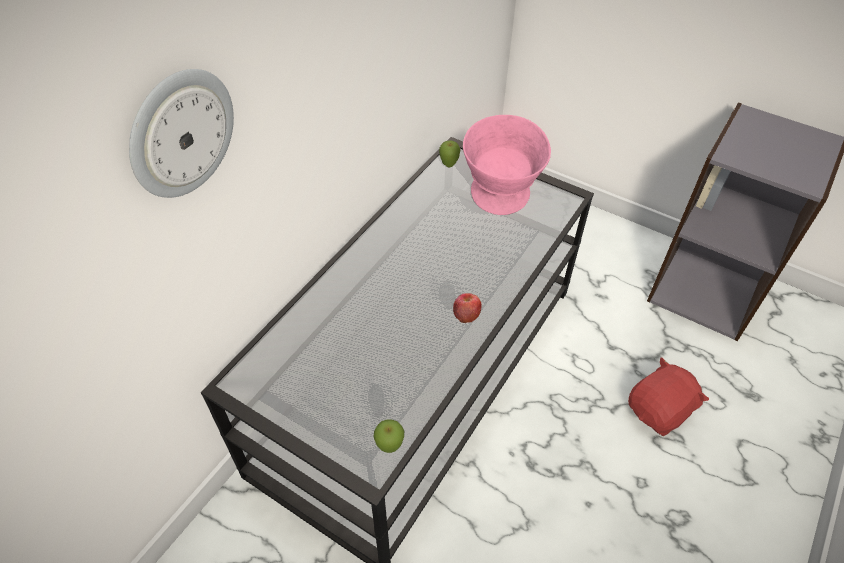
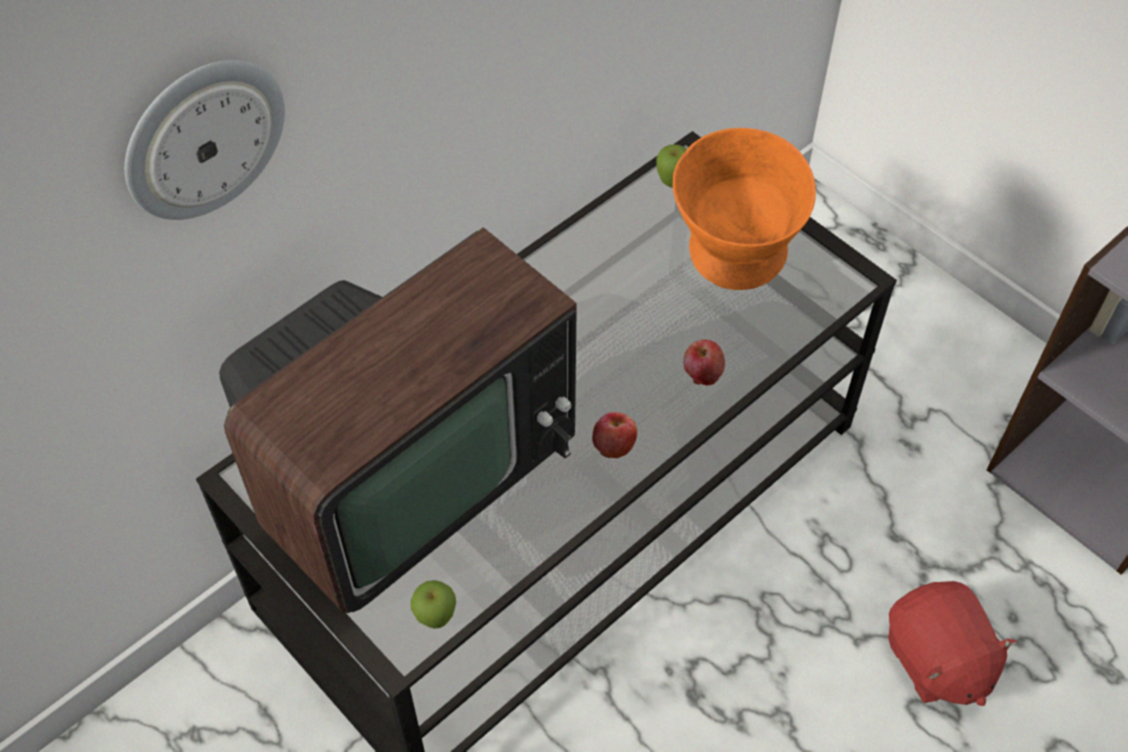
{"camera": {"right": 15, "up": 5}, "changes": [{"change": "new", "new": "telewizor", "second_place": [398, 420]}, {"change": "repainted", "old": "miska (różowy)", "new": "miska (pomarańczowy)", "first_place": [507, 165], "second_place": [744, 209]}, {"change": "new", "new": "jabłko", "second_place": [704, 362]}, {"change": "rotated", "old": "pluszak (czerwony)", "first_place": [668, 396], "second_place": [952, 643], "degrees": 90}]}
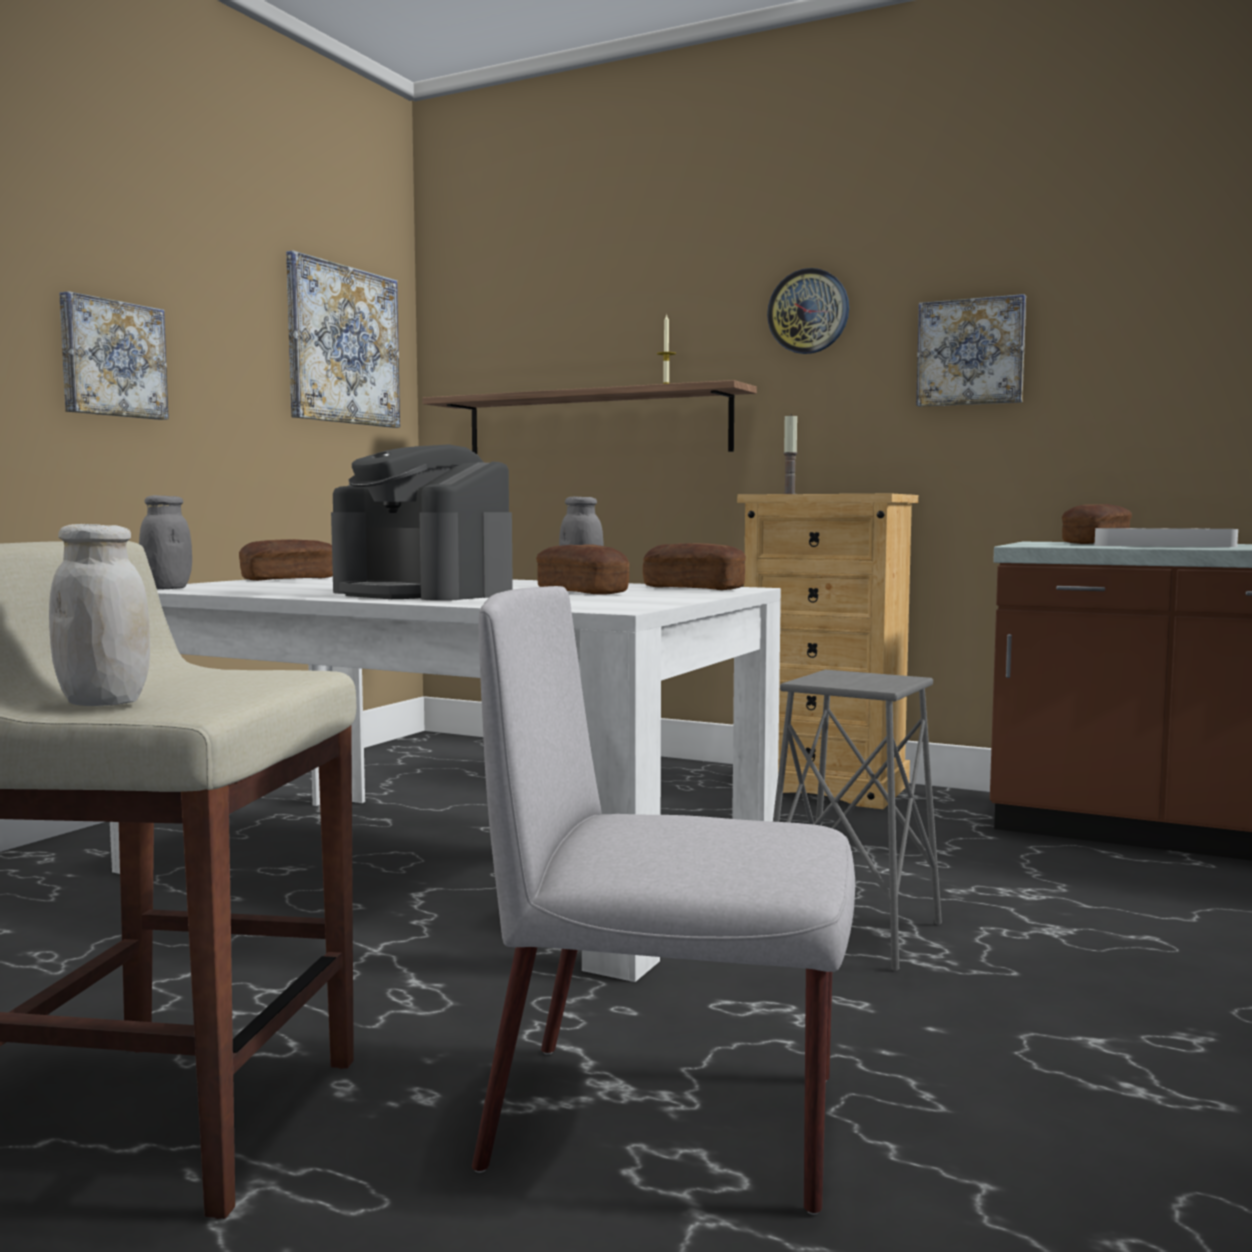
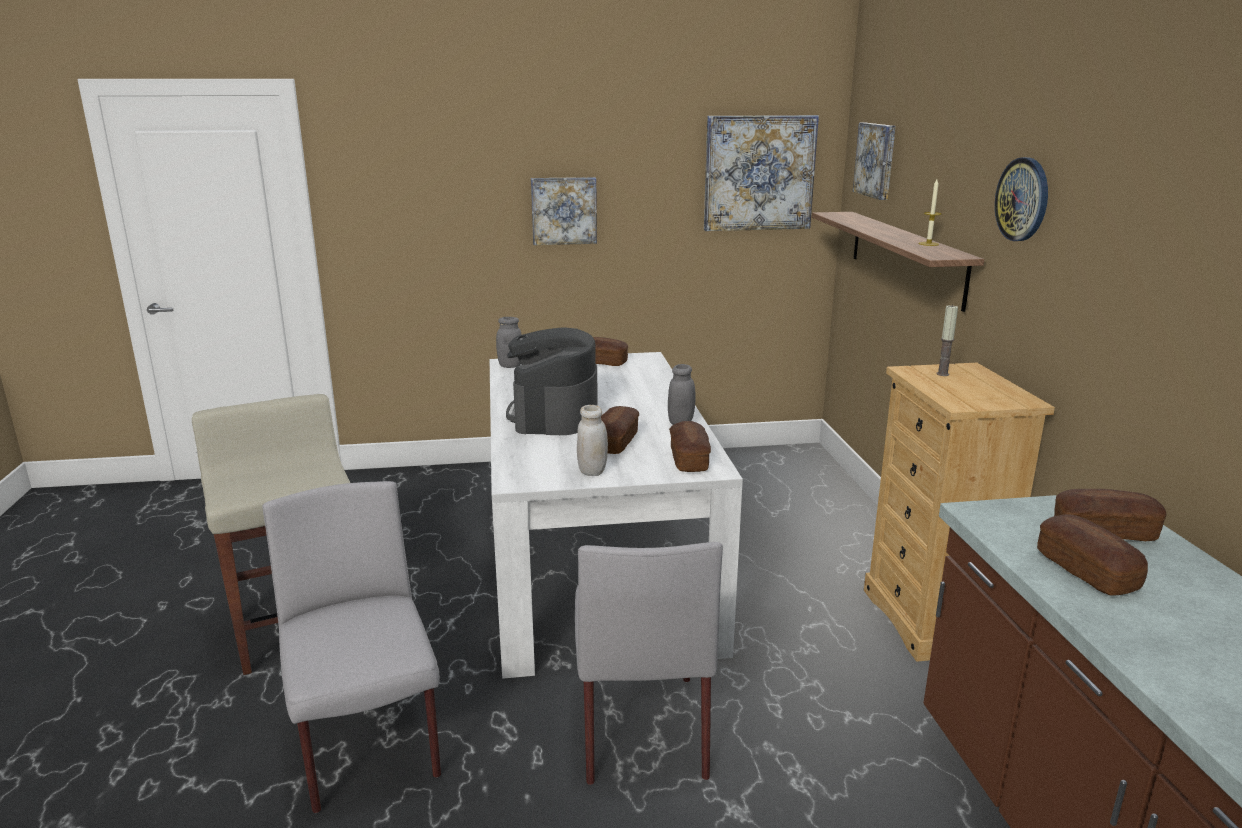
{"camera": {"right": 55, "up": 15}, "changes": [{"change": "swapped", "old": "stołek (szary)", "new": "krzesło (szary)", "first_place": [857, 820], "second_place": [649, 663]}, {"change": "shifted", "old": "słoik (biały)", "first_place": [99, 615], "second_place": [592, 440]}, {"change": "shifted", "old": "obraz", "first_place": [971, 350], "second_place": [874, 161]}, {"change": "swapped", "old": "taca (biały)", "new": "chleb", "first_place": [1166, 537], "second_place": [1092, 555]}]}
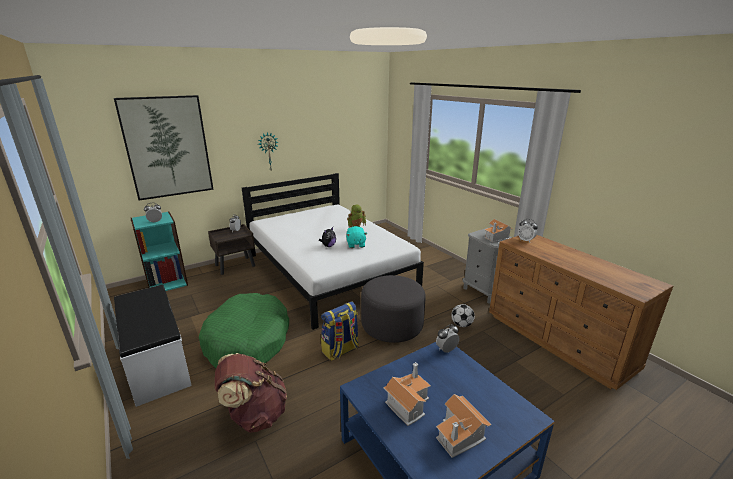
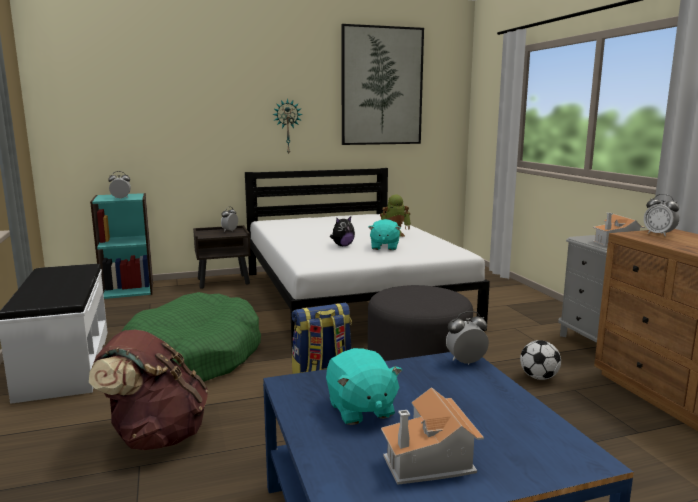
{"camera": {"right": 15, "up": -10}, "changes": [{"change": "swapped", "old": "domek", "new": "pluszak (turkusowy)", "first_place": [407, 394], "second_place": [364, 386]}, {"change": "shifted", "old": "obraz", "first_place": [164, 148], "second_place": [382, 84]}]}
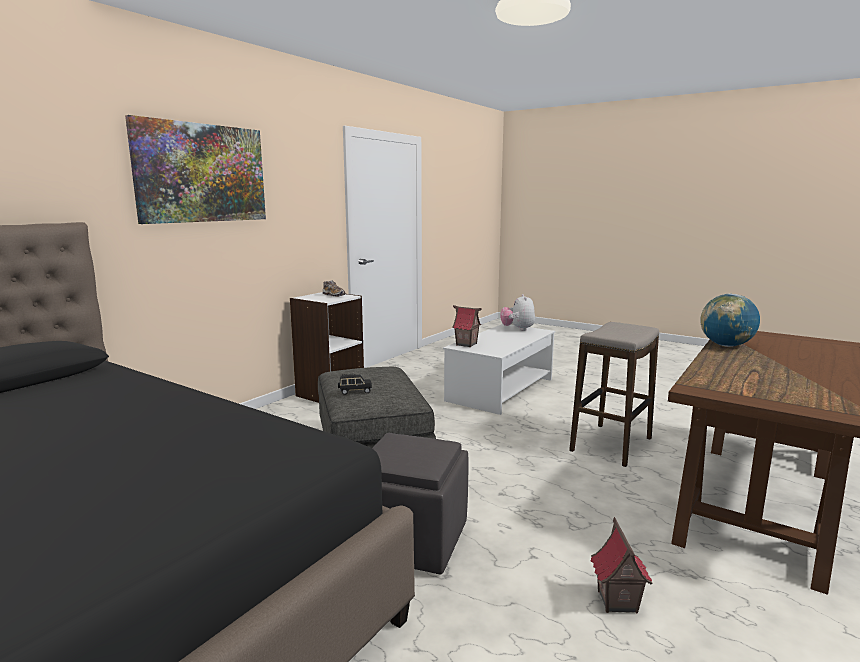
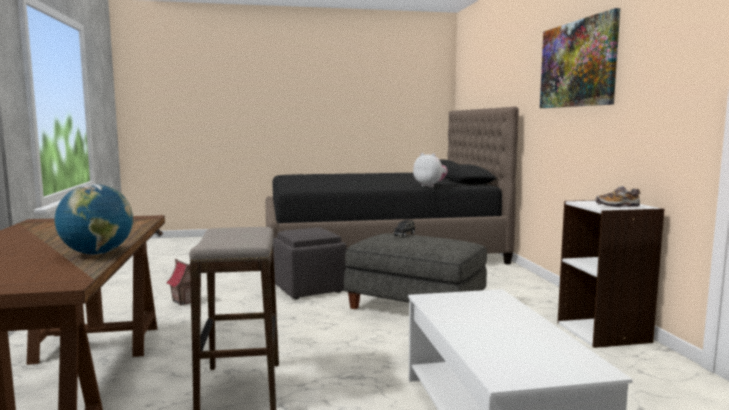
{"camera": {"right": 135, "up": -5}, "changes": [{"change": "shifted", "old": "pluszak", "first_place": [517, 312], "second_place": [430, 170]}, {"change": "gone", "old": "domek", "first_place": [467, 326]}]}
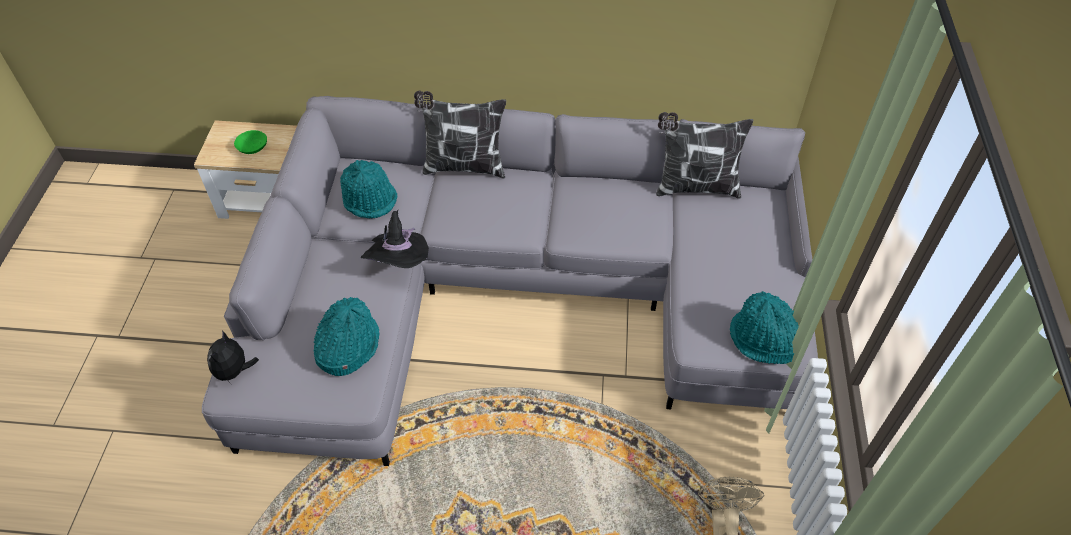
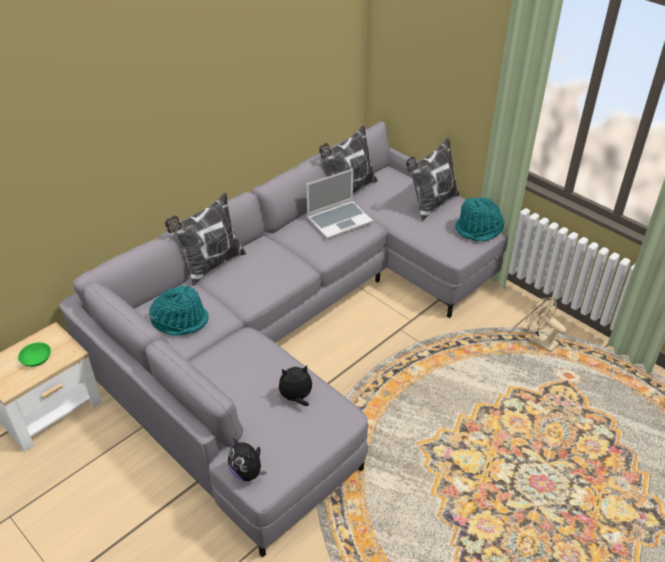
{"camera": {"right": -50, "up": -10}, "changes": [{"change": "swapped", "old": "kapelusz (turkusowy)", "new": "pluszak", "first_place": [347, 336], "second_place": [295, 385]}, {"change": "new", "new": "laptop", "second_place": [339, 204]}, {"change": "new", "new": "poduszka", "second_place": [432, 179]}, {"change": "gone", "old": "kapelusz (czarny)", "first_place": [395, 239]}]}
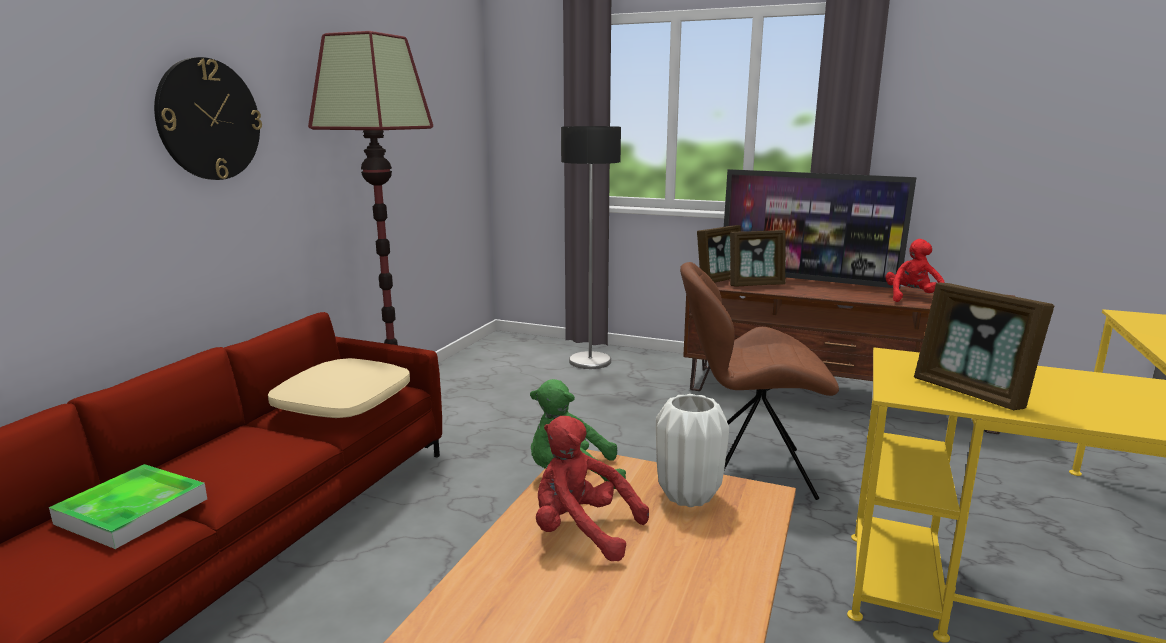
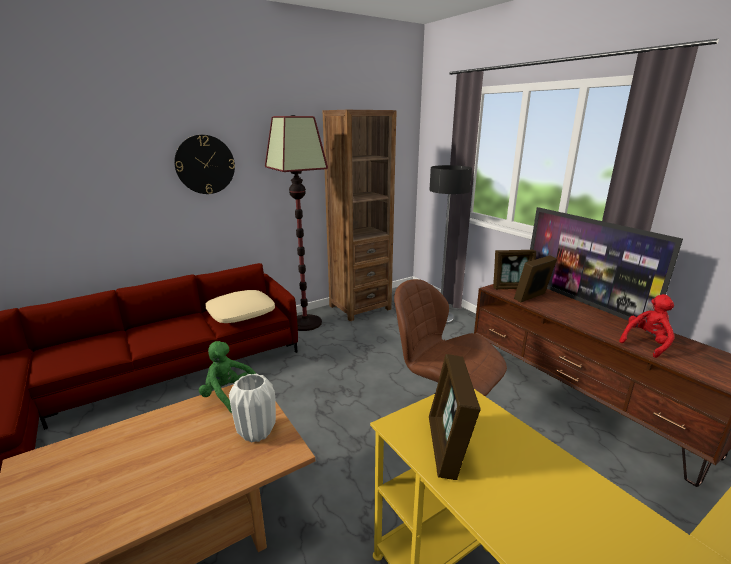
{"camera": {"right": 35, "up": 5}, "changes": [{"change": "new", "new": "regał (brązowy)", "second_place": [359, 215]}, {"change": "rotated", "old": "ramka na zdjęcie", "first_place": [758, 258], "second_place": [535, 278], "degrees": 120}, {"change": "gone", "old": "taca", "first_place": [128, 506]}, {"change": "gone", "old": "pluszak (czerwony)", "first_place": [592, 488]}]}
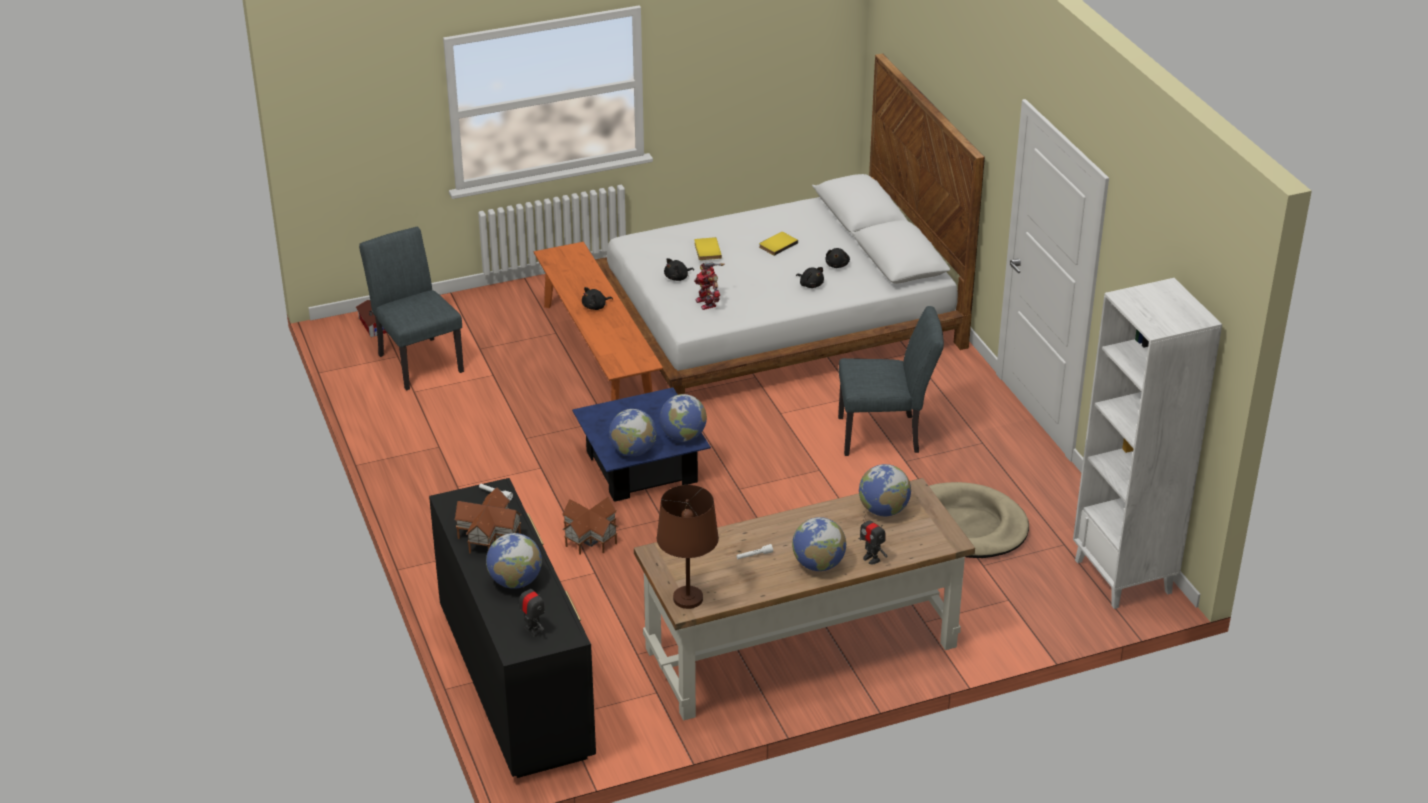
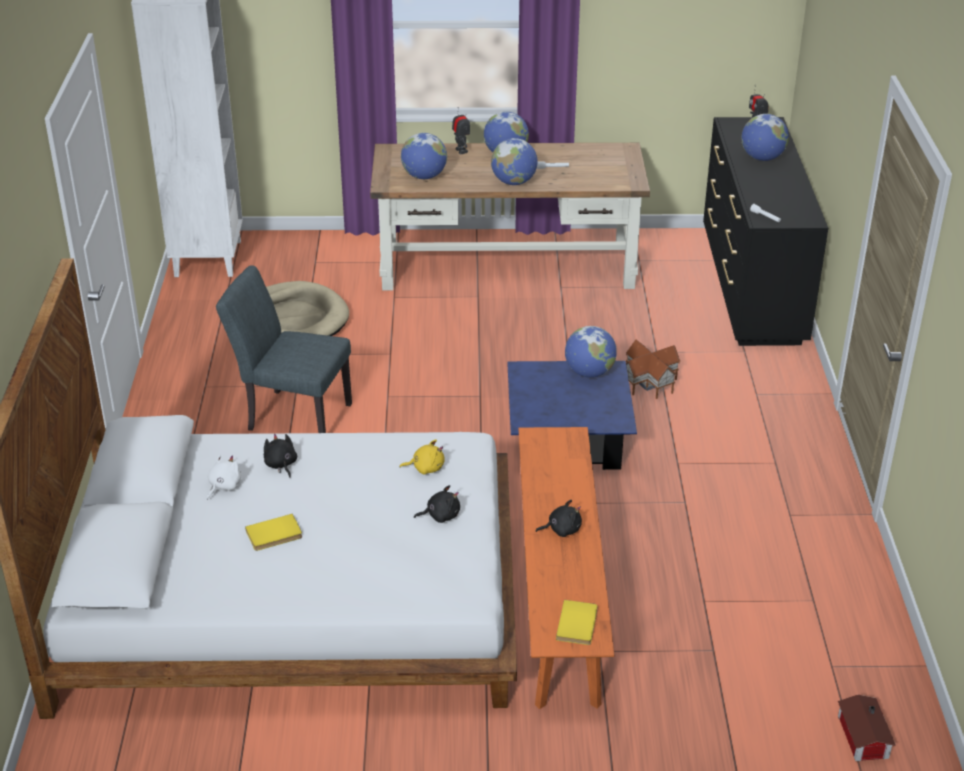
{"camera": {"right": -160, "up": 0}, "changes": [{"change": "repainted", "old": "pluszak (czarny)", "new": "pluszak (biały)", "first_place": [837, 258], "second_place": [224, 477]}, {"change": "swapped", "old": "robot zabawkowy", "new": "pluszak (żółty)", "first_place": [709, 286], "second_place": [422, 456]}, {"change": "shifted", "old": "globus", "first_place": [683, 417], "second_place": [514, 161]}, {"change": "shifted", "old": "książka (żółty)", "first_place": [708, 248], "second_place": [577, 622]}, {"change": "gone", "old": "krzesło (szary)", "first_place": [411, 309]}, {"change": "gone", "old": "domek", "first_place": [488, 520]}, {"change": "gone", "old": "lampa stołowa (brązowy)", "first_place": [688, 547]}]}
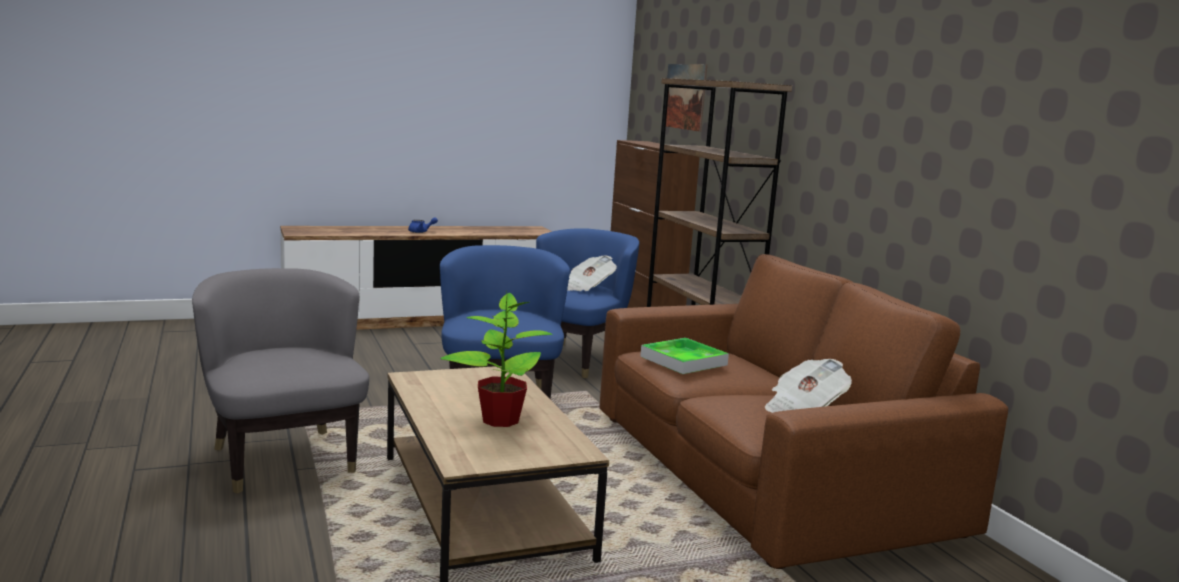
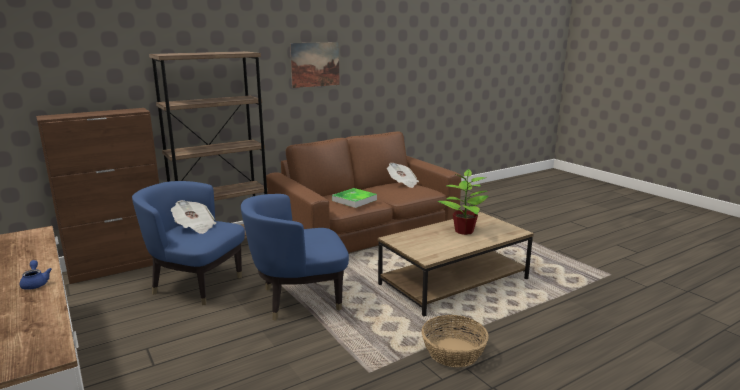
{"camera": {"right": -100, "up": 5}, "changes": [{"change": "shifted", "old": "obraz", "first_place": [686, 98], "second_place": [315, 65]}, {"change": "swapped", "old": "fotel (szary)", "new": "koszyk", "first_place": [280, 381], "second_place": [455, 341]}]}
